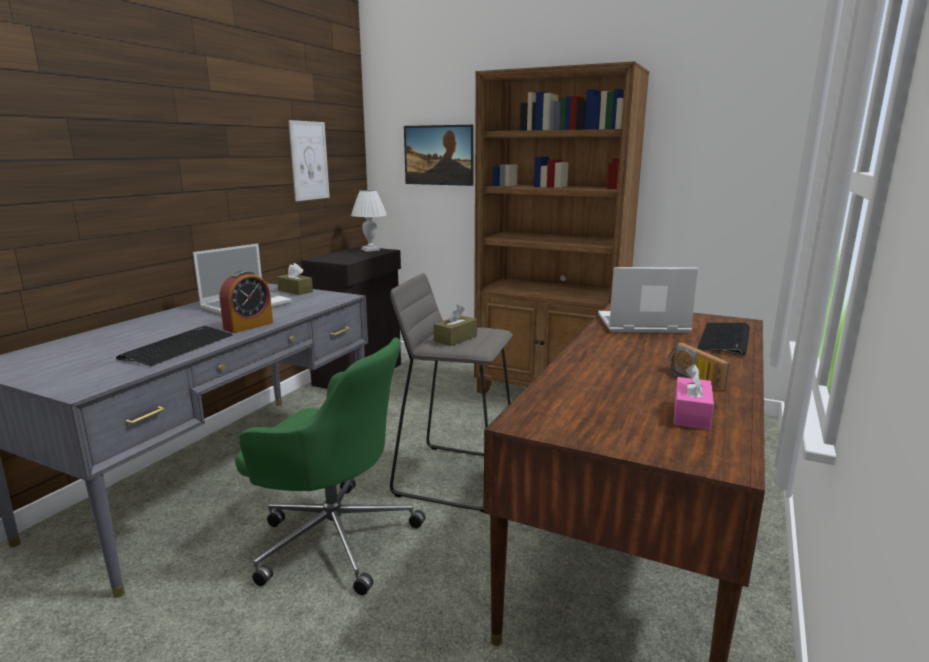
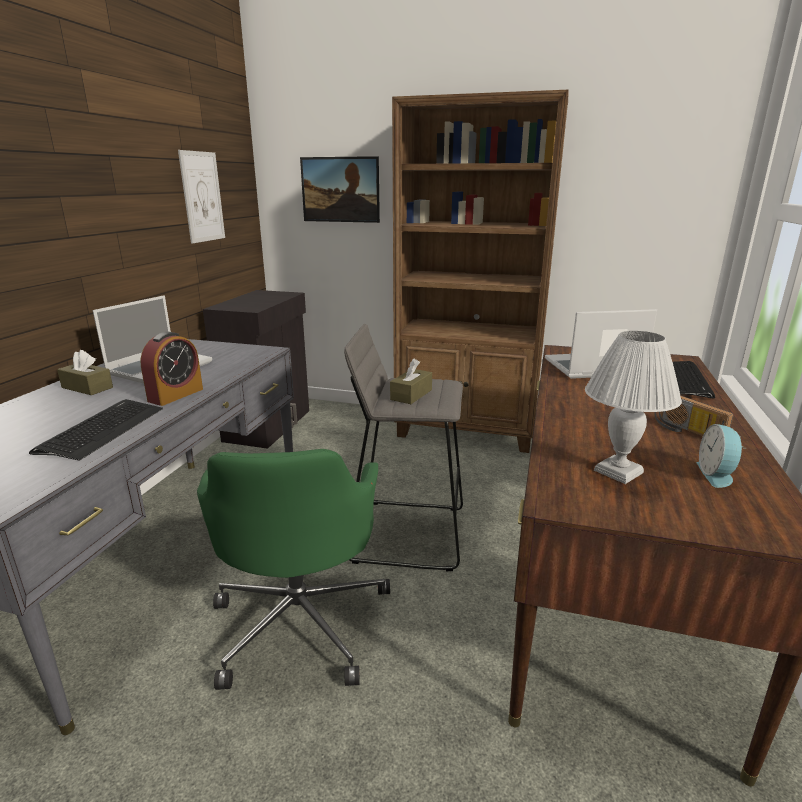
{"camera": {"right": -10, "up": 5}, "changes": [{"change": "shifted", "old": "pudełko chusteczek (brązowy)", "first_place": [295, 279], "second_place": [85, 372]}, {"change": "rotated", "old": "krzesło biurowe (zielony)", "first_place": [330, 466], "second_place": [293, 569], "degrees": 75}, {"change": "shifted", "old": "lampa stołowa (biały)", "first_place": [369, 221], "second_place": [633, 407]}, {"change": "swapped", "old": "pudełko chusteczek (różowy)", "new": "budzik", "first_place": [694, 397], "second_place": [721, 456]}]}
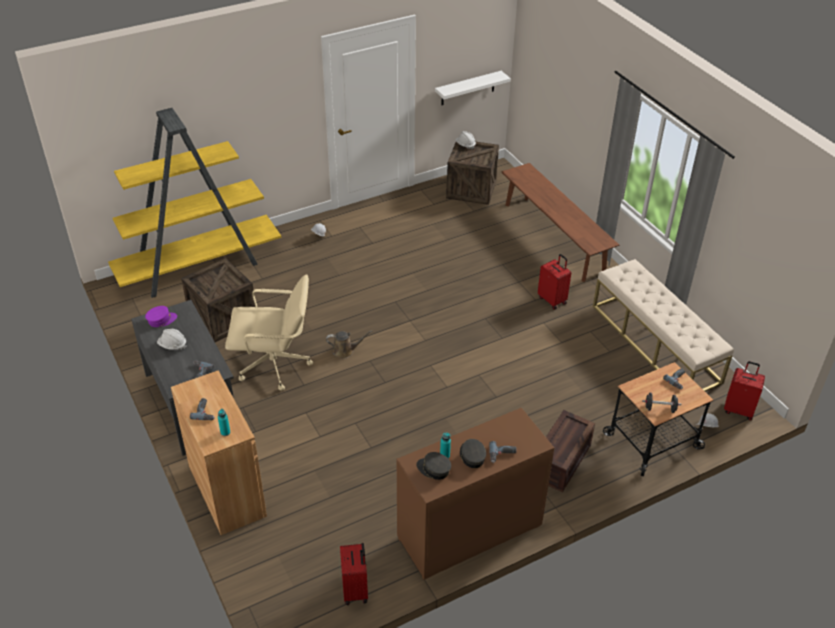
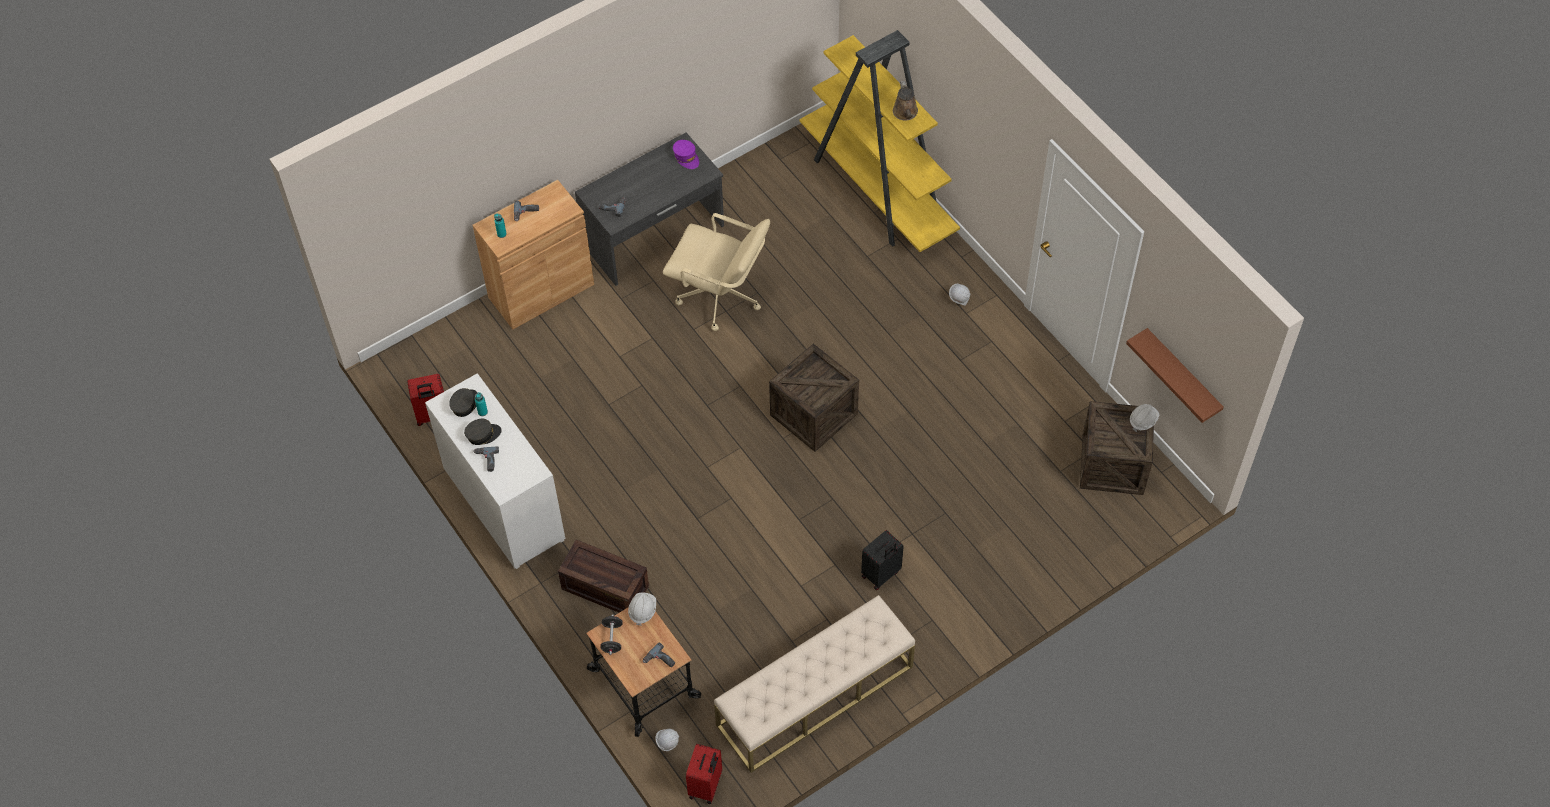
{"camera": {"right": 85, "up": 15}, "changes": [{"change": "repainted", "old": "komoda (brązowy)", "new": "komoda (biały)", "first_place": [475, 494], "second_place": [495, 471]}, {"change": "shifted", "old": "kask (biały)", "first_place": [172, 339], "second_place": [642, 609]}, {"change": "rotated", "old": "krzesło biurowe (beżowy)", "first_place": [269, 332], "second_place": [716, 272], "degrees": -60}, {"change": "shifted", "old": "skrzynka", "first_place": [218, 300], "second_place": [814, 398]}, {"change": "repainted", "old": "walizka (czerwony)", "new": "walizka (czarny)", "first_place": [554, 282], "second_place": [882, 560]}, {"change": "shifted", "old": "konewka (brązowy)", "first_place": [349, 345], "second_place": [905, 101]}, {"change": "repainted", "old": "półka (biały)", "new": "półka (brązowy)", "first_place": [473, 88], "second_place": [1175, 375]}, {"change": "gone", "old": "ławka (brązowy)", "first_place": [560, 222]}]}
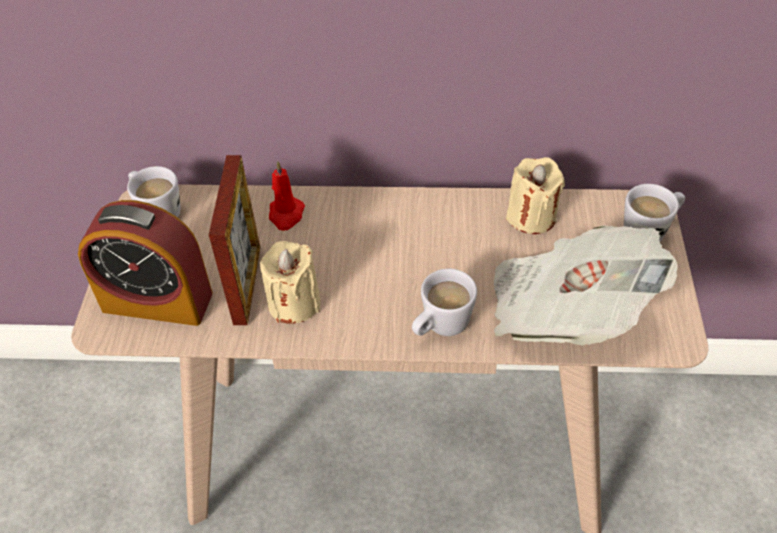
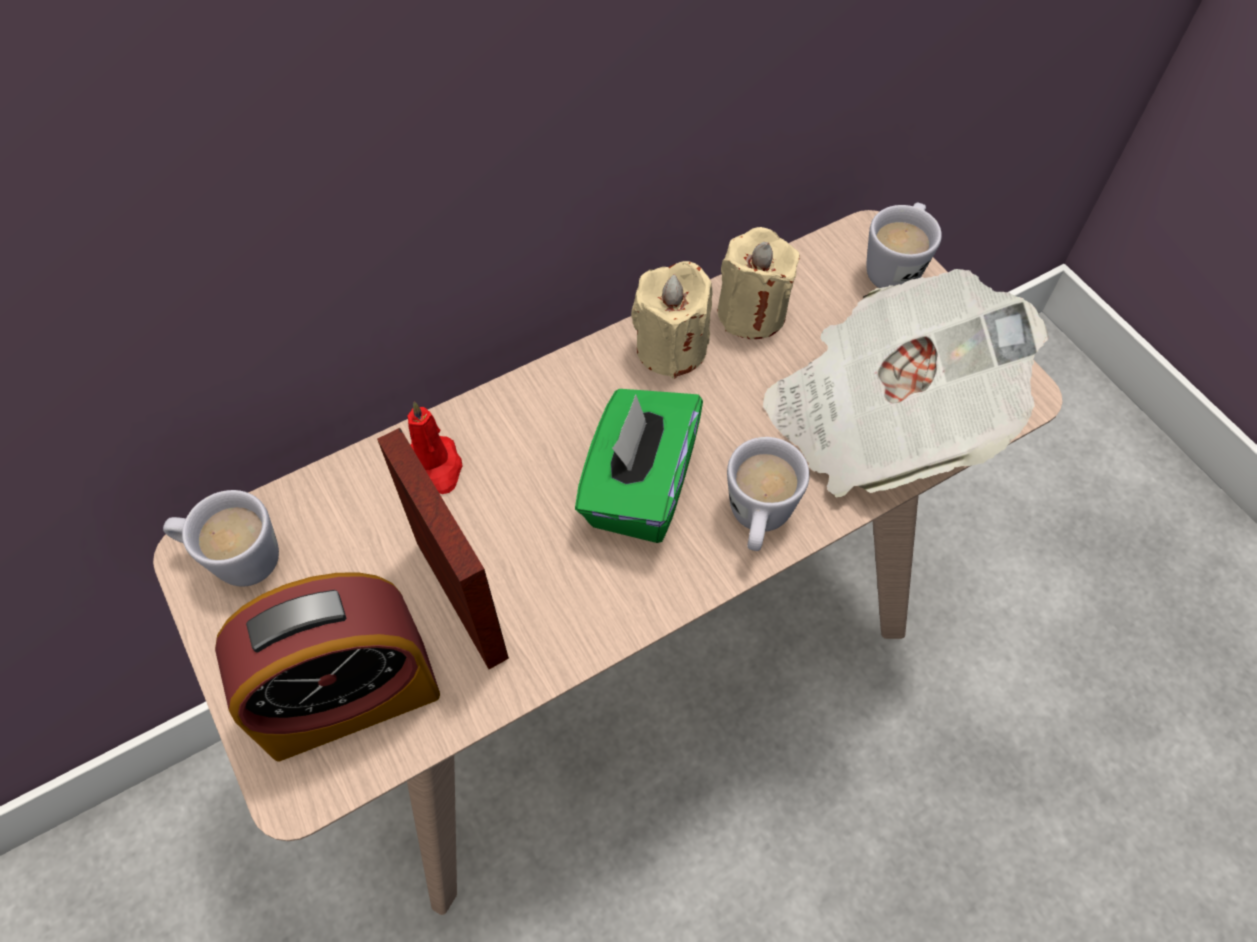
{"camera": {"right": -35, "up": 10}, "changes": [{"change": "new", "new": "pudełko chusteczek (zielony)", "second_place": [639, 466]}, {"change": "shifted", "old": "świeca (beżowy)", "first_place": [290, 282], "second_place": [671, 320]}]}
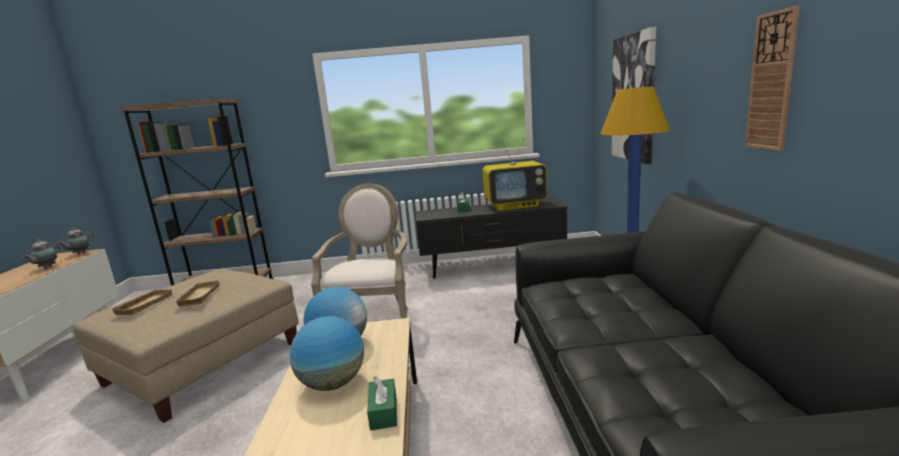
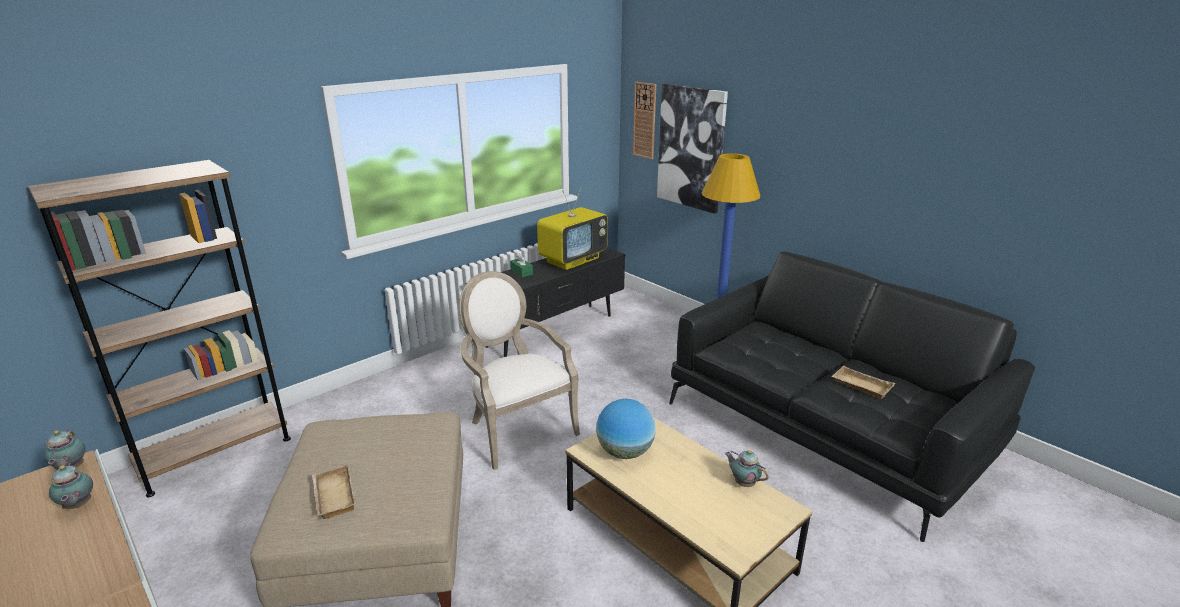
{"camera": {"right": -40, "up": 10}, "changes": [{"change": "shifted", "old": "zegar ścienny", "first_place": [772, 78], "second_place": [644, 120]}, {"change": "swapped", "old": "pudełko chusteczek (zielony)", "new": "imbryk", "first_place": [382, 403], "second_place": [747, 468]}, {"change": "shifted", "old": "taca (beżowy)", "first_place": [196, 293], "second_place": [863, 382]}, {"change": "gone", "old": "globus", "first_place": [326, 353]}]}
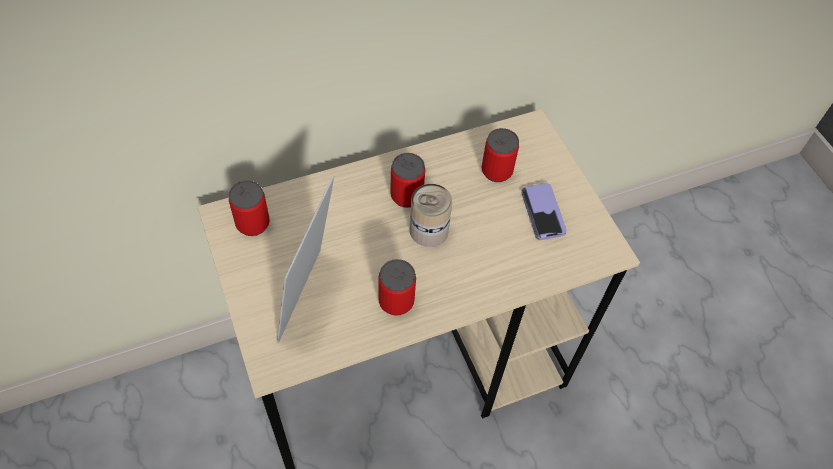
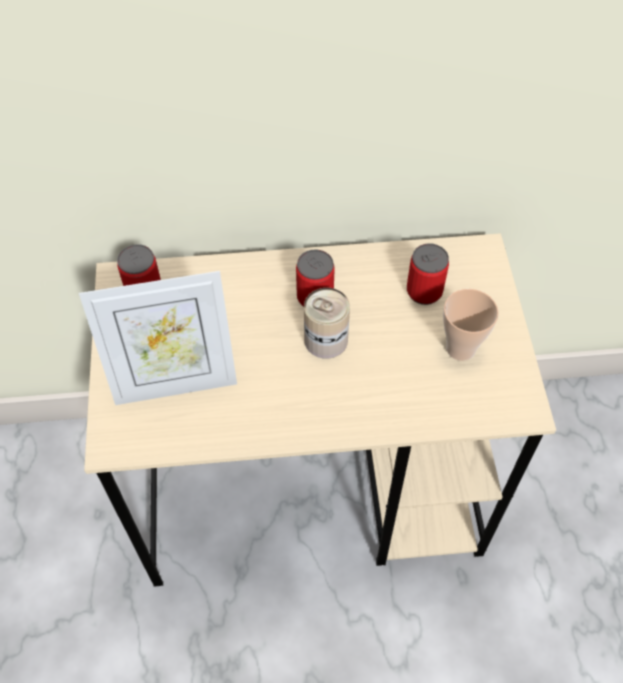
{"camera": {"right": 20, "up": 0}, "changes": [{"change": "rotated", "old": "ramka na zdjęcie", "first_place": [305, 259], "second_place": [158, 338], "degrees": -135}, {"change": "swapped", "old": "telefon", "new": "filiżanka", "first_place": [544, 211], "second_place": [471, 325]}, {"change": "gone", "old": "puszka", "first_place": [397, 287]}]}
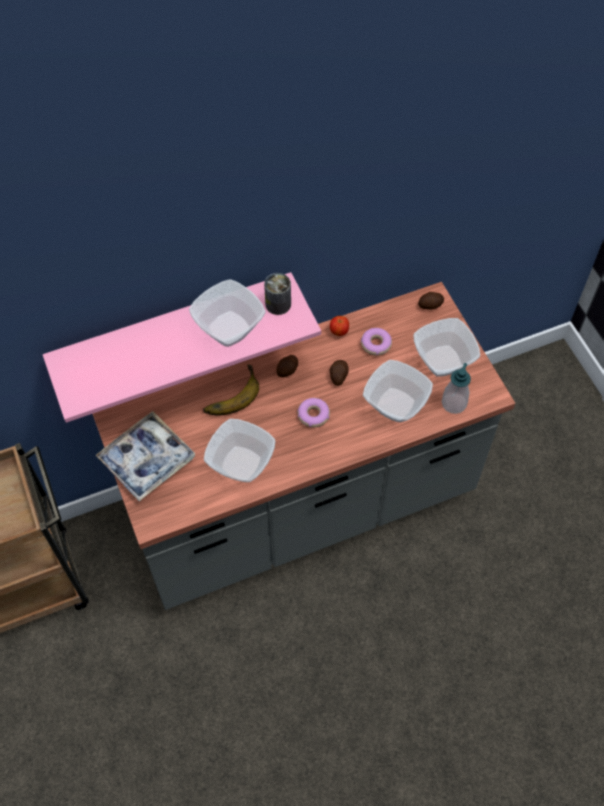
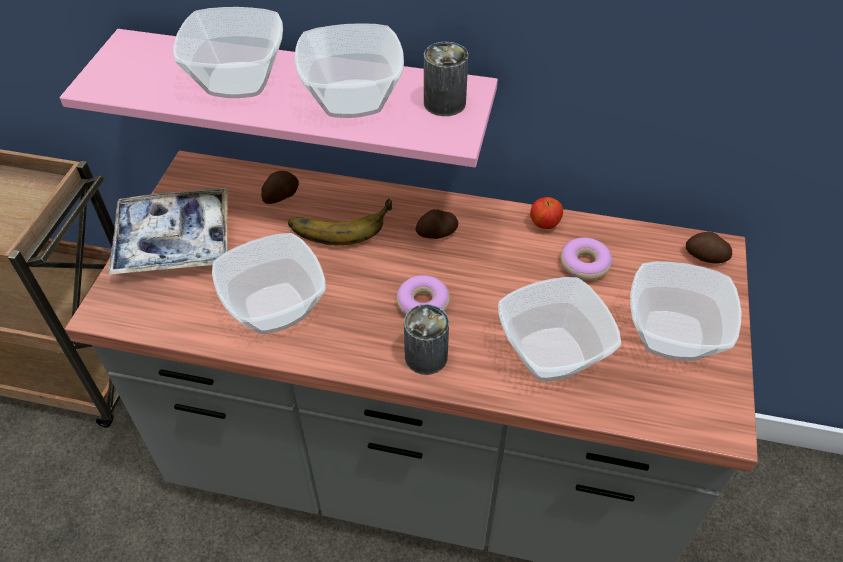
{"camera": {"right": 35, "up": -10}, "changes": [{"change": "new", "new": "miska", "second_place": [228, 52]}, {"change": "shifted", "old": "ziemniak", "first_place": [339, 373], "second_place": [280, 187]}, {"change": "new", "new": "puszka", "second_place": [426, 339]}, {"change": "gone", "old": "dozownik mydła", "first_place": [456, 388]}]}
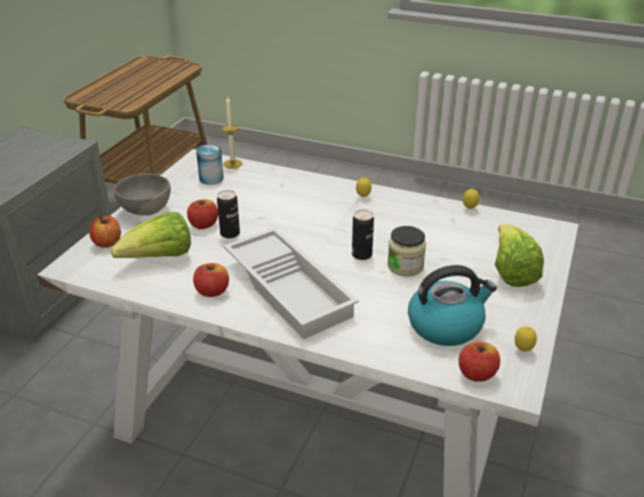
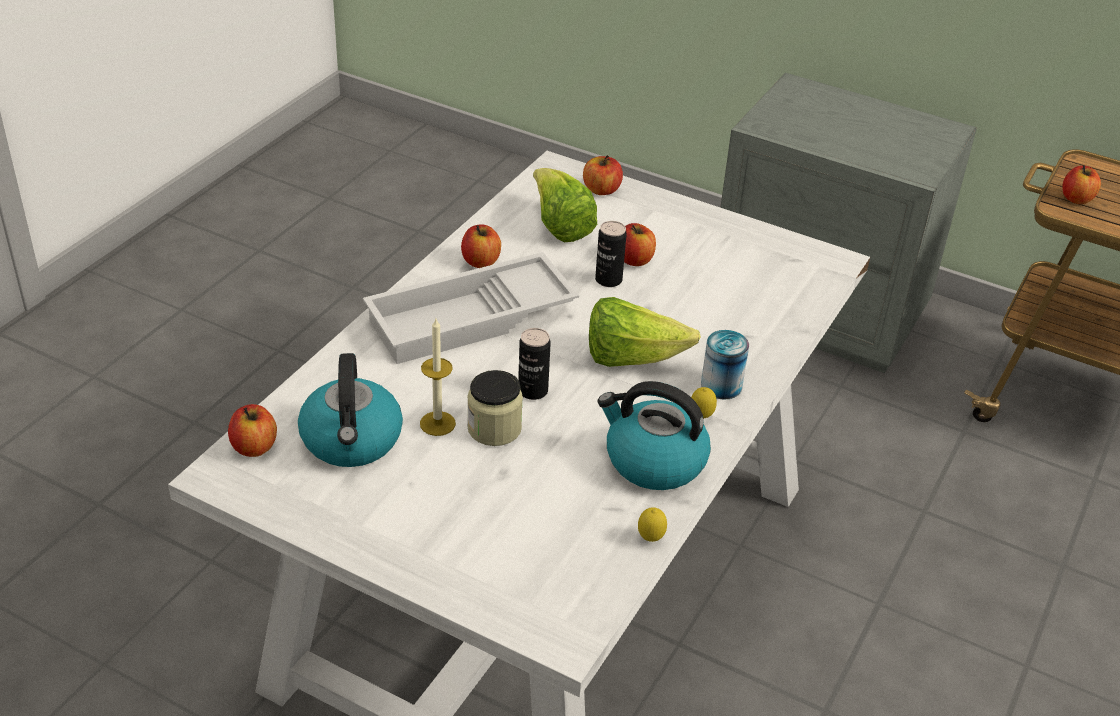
{"camera": {"right": 95, "up": 5}, "changes": [{"change": "shifted", "old": "świeca", "first_place": [232, 132], "second_place": [438, 377]}, {"change": "shifted", "old": "sałata", "first_place": [519, 255], "second_place": [645, 332]}, {"change": "new", "new": "czajnik", "second_place": [654, 435]}, {"change": "shifted", "old": "puszka", "first_place": [210, 164], "second_place": [725, 365]}, {"change": "new", "new": "jabłko", "second_place": [1081, 184]}, {"change": "gone", "old": "miska (szary)", "first_place": [142, 194]}, {"change": "gone", "old": "cytryna", "first_place": [526, 338]}]}
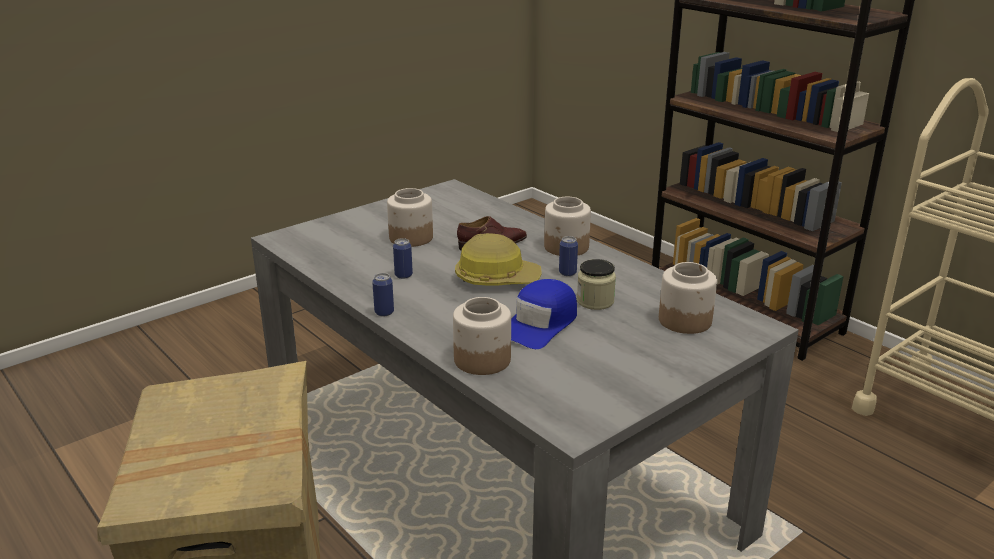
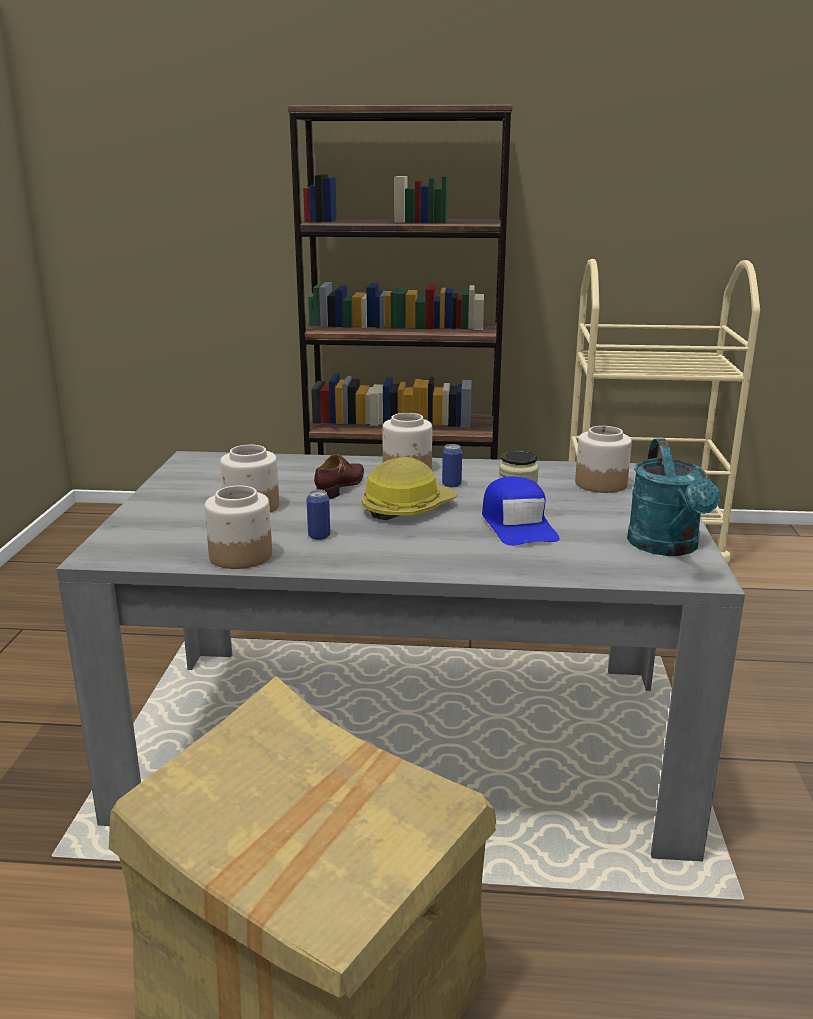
{"camera": {"right": -45, "up": -5}, "changes": [{"change": "shifted", "old": "słoik", "first_place": [482, 336], "second_place": [238, 527]}, {"change": "new", "new": "konewka (turkusowy)", "second_place": [673, 497]}, {"change": "gone", "old": "puszka", "first_place": [383, 294]}]}
